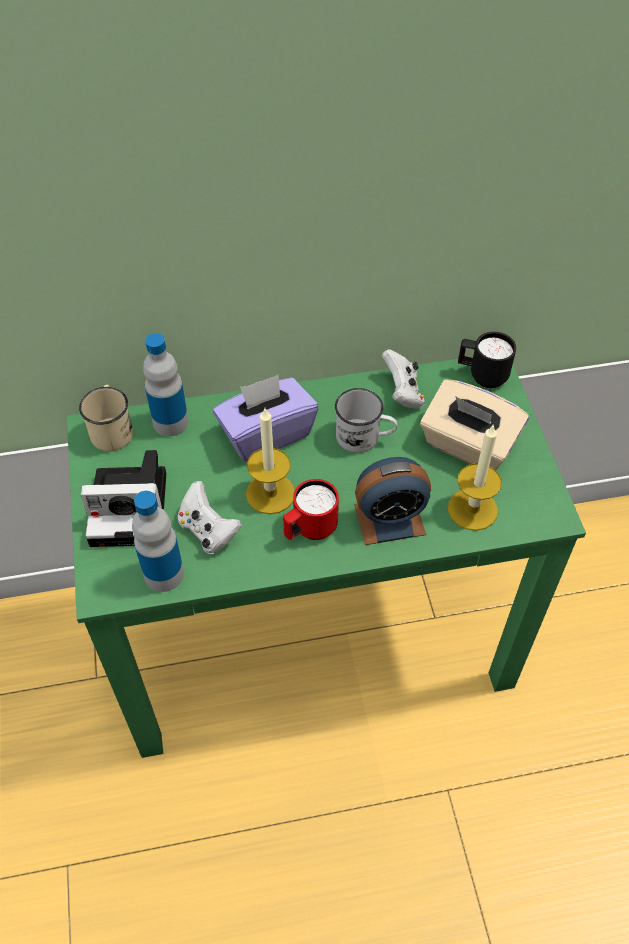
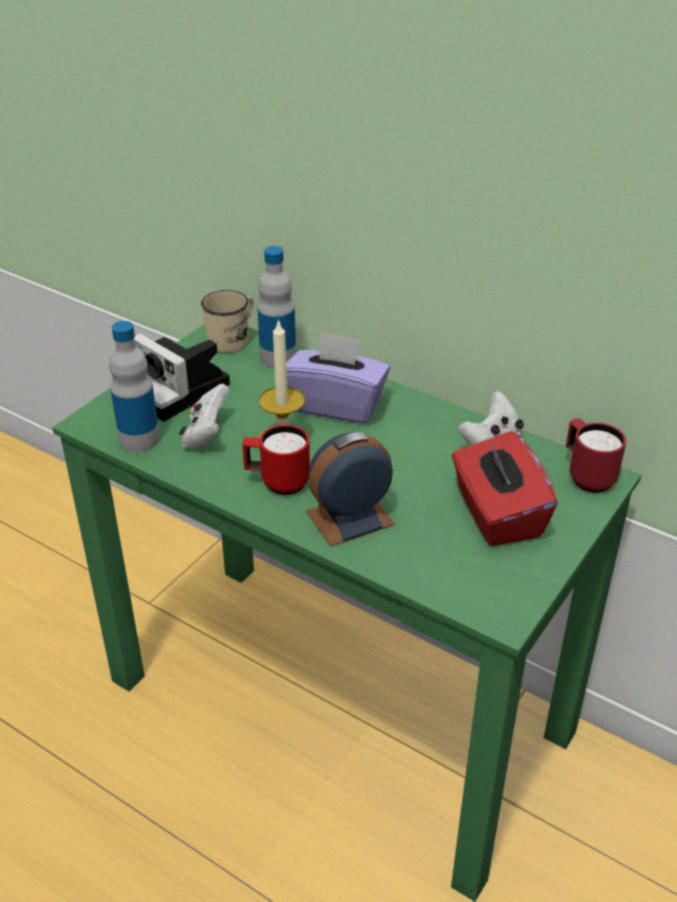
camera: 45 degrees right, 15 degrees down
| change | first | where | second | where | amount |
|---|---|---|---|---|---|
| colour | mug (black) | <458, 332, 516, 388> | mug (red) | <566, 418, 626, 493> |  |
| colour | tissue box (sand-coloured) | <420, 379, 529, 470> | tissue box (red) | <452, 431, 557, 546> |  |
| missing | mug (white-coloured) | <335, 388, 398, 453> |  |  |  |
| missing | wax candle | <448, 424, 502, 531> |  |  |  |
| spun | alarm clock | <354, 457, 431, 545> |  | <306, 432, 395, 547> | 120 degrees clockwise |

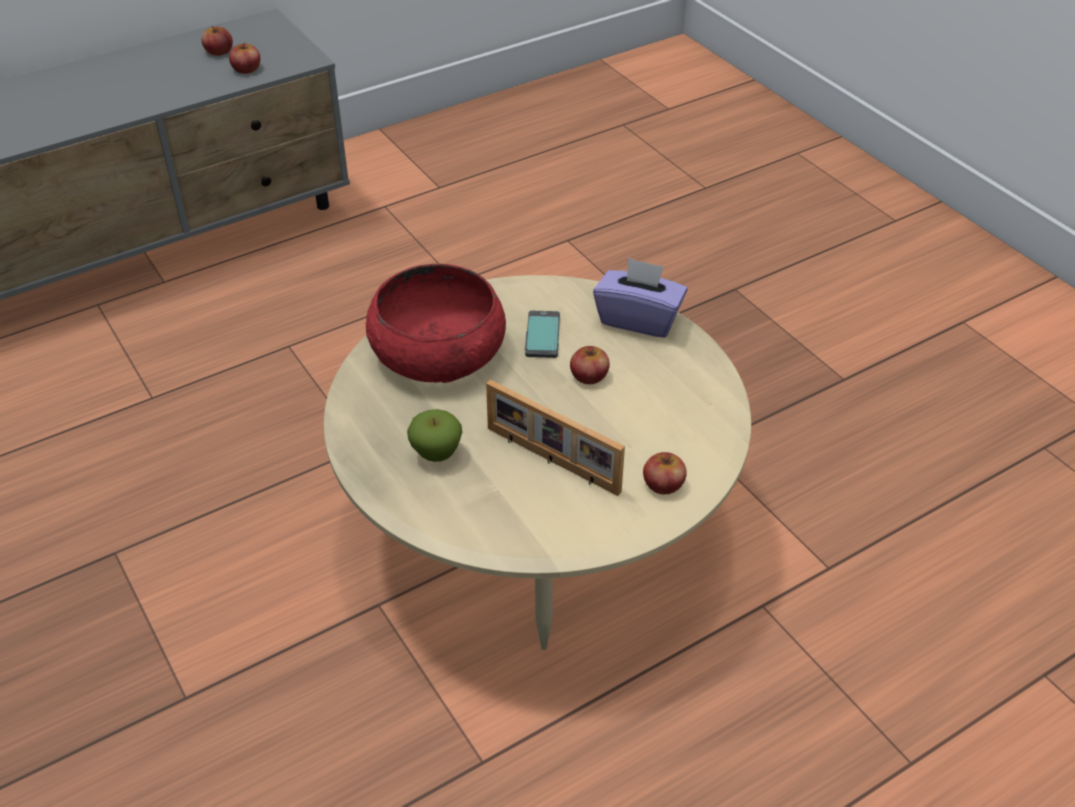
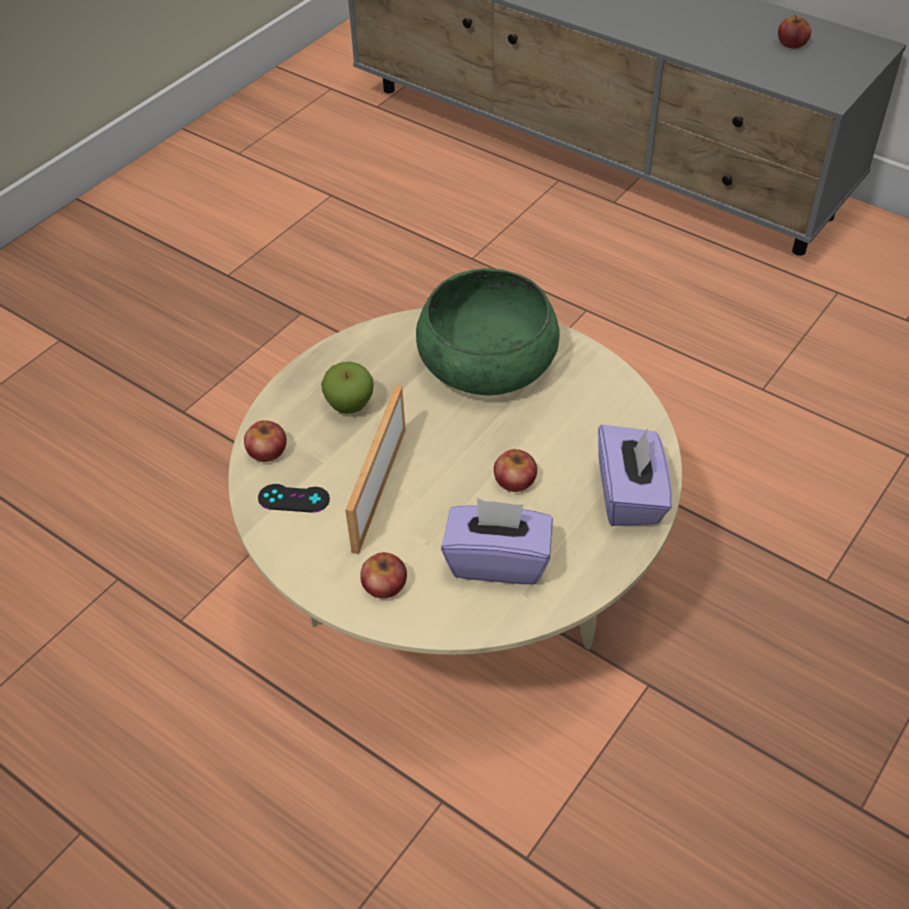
camera: 70 degrees right, 5 degrees up
| change | first | where | second | where | amount |
|---|---|---|---|---|---|
| relocated | whole apple | <229, 42, 260, 74> |  | <244, 420, 287, 462> |  |
| colour | bowl (red) | <366, 264, 506, 383> | bowl (green-coloured) | <416, 268, 560, 395> |  |
| missing | telephone | <525, 311, 560, 358> |  |  |  |
| appeared |  |  | joypad (black) | <258, 484, 330, 513> |  |
| appeared |  |  | tissue box (purple) | <441, 498, 553, 584> |  |

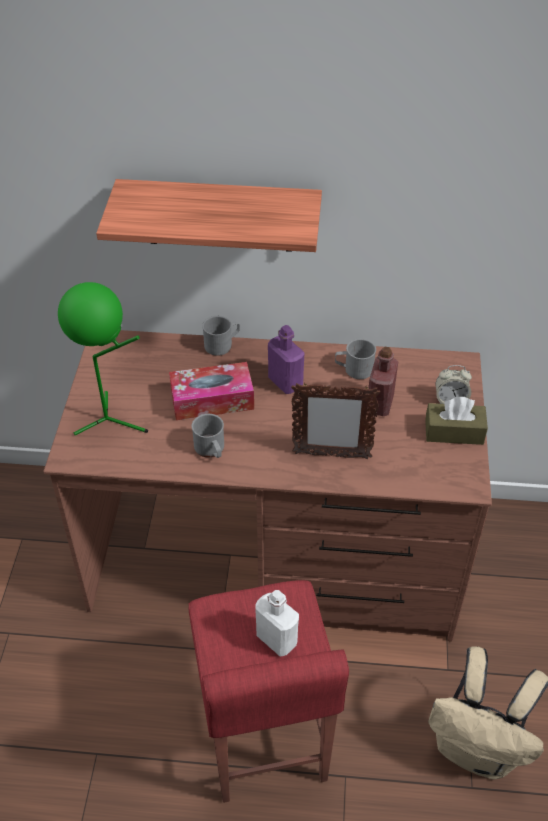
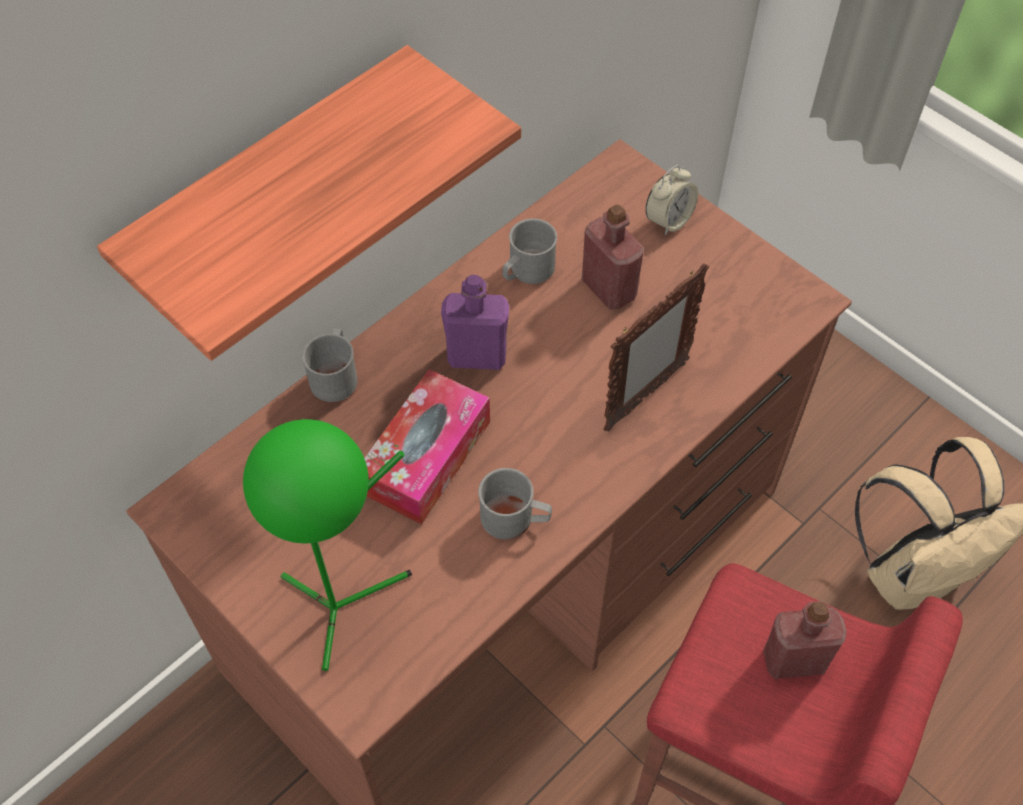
camera: 50 degrees left, 10 degrees up
| change | first | where | second | where | amount |
|---|---|---|---|---|---|
| missing | tissue box (brown) | <425, 397, 488, 445> |  |  |  |
| colour | drink bottle (white-coloured) | <255, 590, 299, 656> | drink bottle (red) | <763, 601, 847, 679> |  |

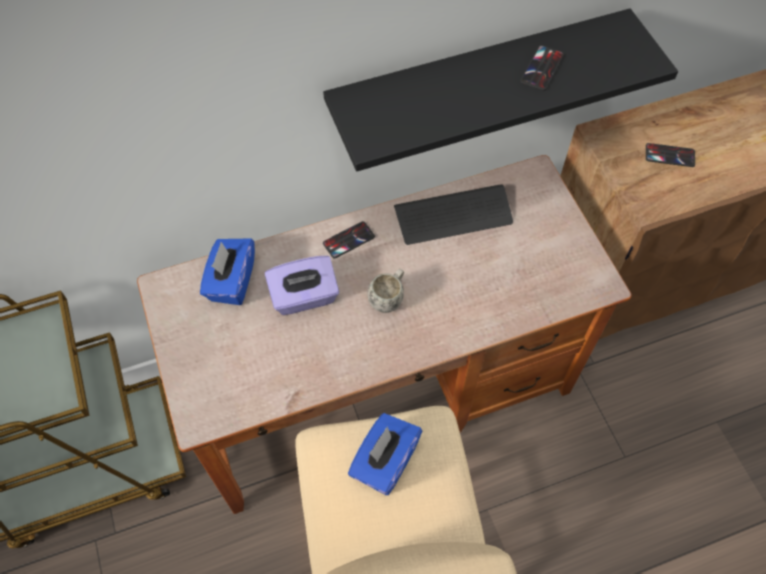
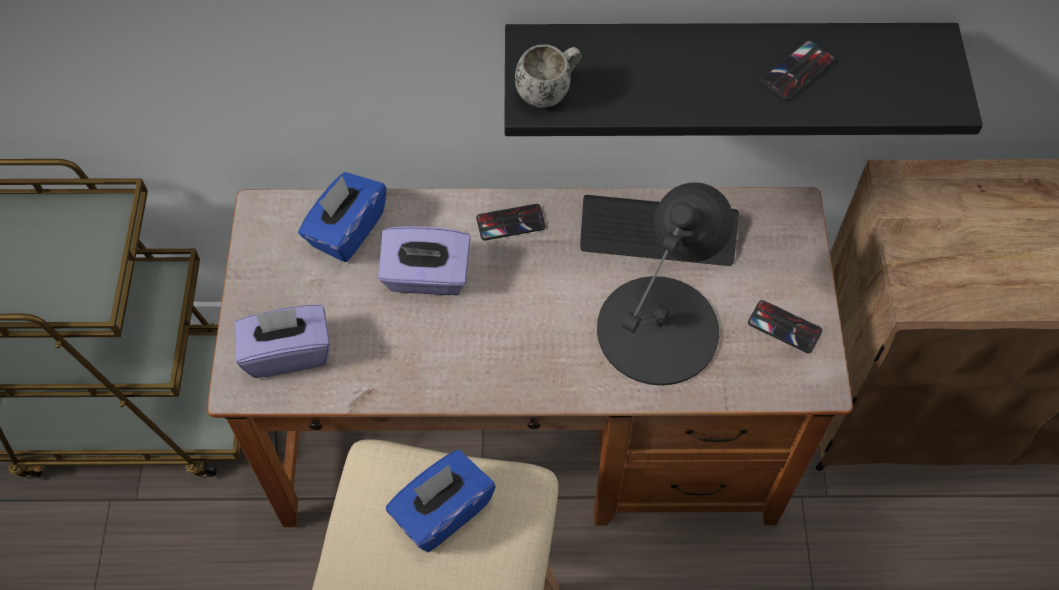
camera: 20 degrees right, 0 degrees up
| change | first | where | second | where | amount |
|---|---|---|---|---|---|
| relocated | telephone | <646, 143, 695, 167> |  | <748, 300, 822, 353> |  |
| relocated | mug (white-coloured) | <367, 269, 404, 313> |  | <515, 44, 582, 108> |  |
| appeared |  |  | lamp for a table (black) | <597, 182, 734, 385> |  |
| appeared |  |  | tissue box (purple) | <235, 305, 330, 378> |  |

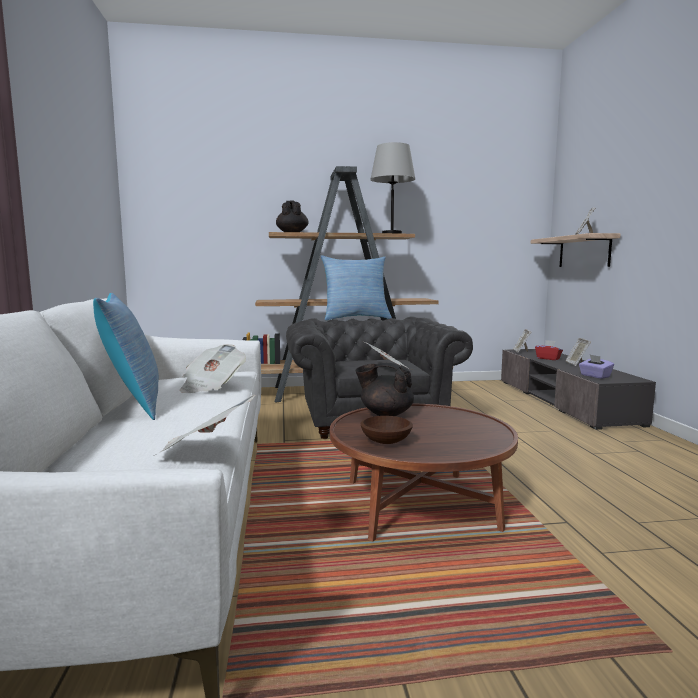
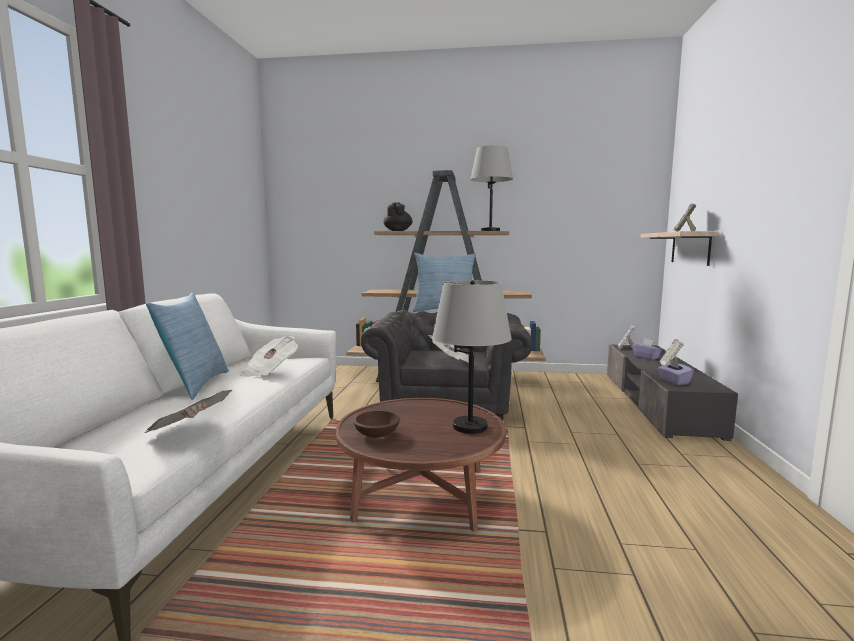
camera: 15 degrees right, 0 degrees up
| change | first | where | second | where | amount |
|---|---|---|---|---|---|
| colour | tissue box (red) | <535, 340, 563, 360> | tissue box (purple) | <632, 338, 662, 360> |  |
| missing | tea pot (black) | <355, 363, 414, 416> |  |  |  |
| appeared |  |  | lamp for a table (grey) | <432, 280, 512, 434> |  |

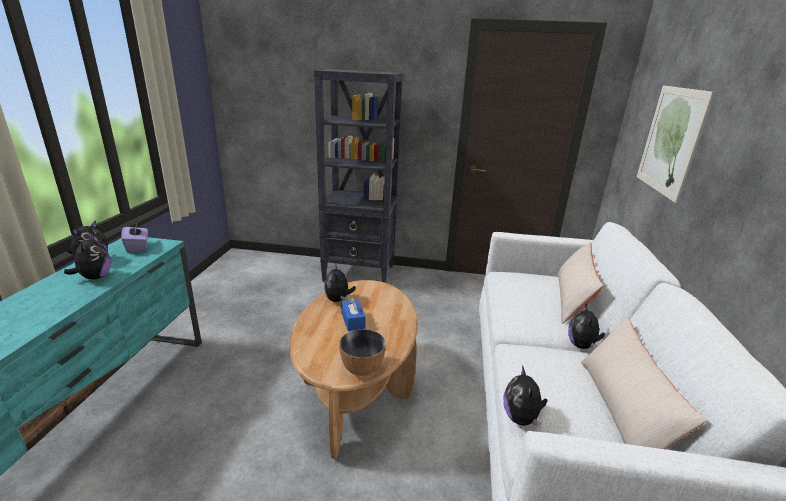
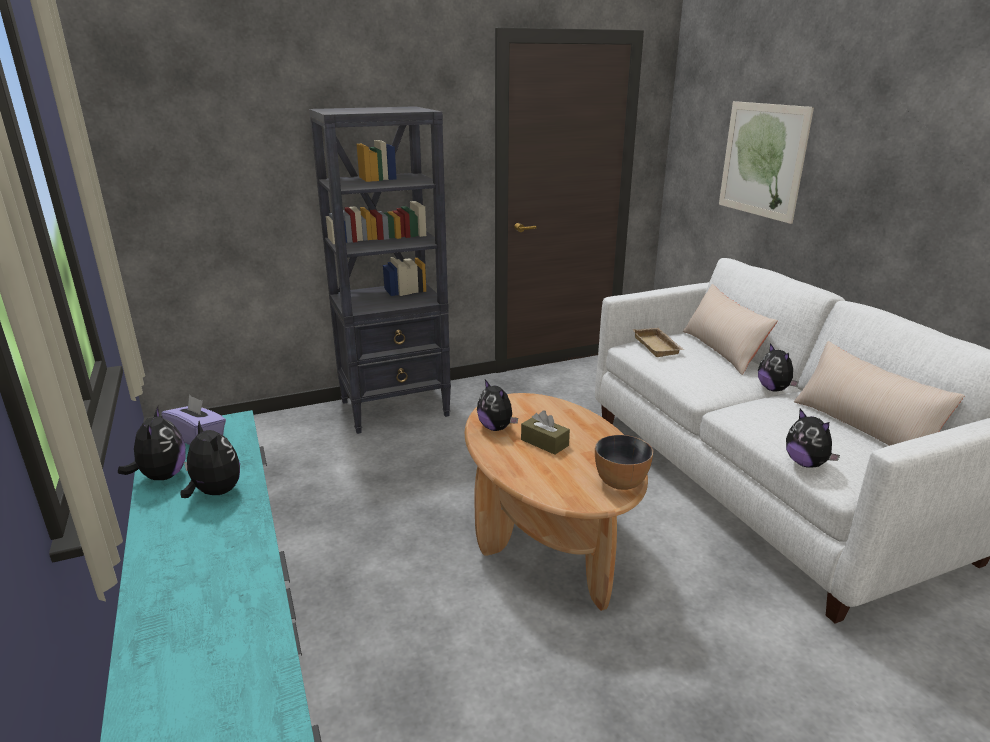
camera: 30 degrees left, 0 degrees up
| change | first | where | second | where | amount |
|---|---|---|---|---|---|
| colour | tissue box (blue-coloured) | <341, 296, 366, 331> | tissue box (brown) | <521, 410, 570, 455> |  |
| appeared |  |  | tray (sand-coloured) | <632, 328, 684, 357> |  |

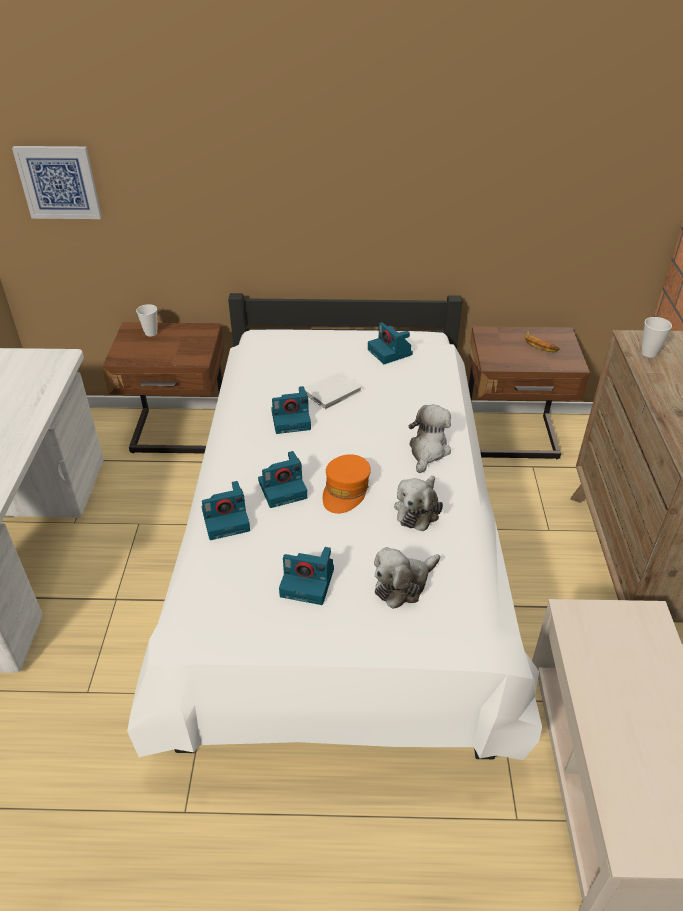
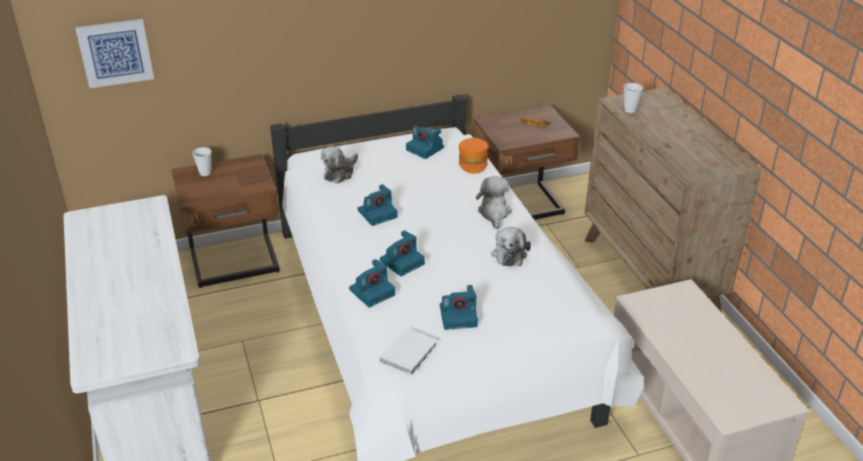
camera: 20 degrees left, 5 degrees down
| change | first | where | second | where | amount |
|---|---|---|---|---|---|
| relocated | volume (white-coloured) | <304, 371, 362, 409> |  | <379, 328, 437, 375> |  |
| relocated | cap (orangey) | <323, 454, 371, 514> |  | <459, 138, 489, 174> |  |
| relocated | soft toy | <374, 547, 440, 609> |  | <321, 146, 358, 184> |  |

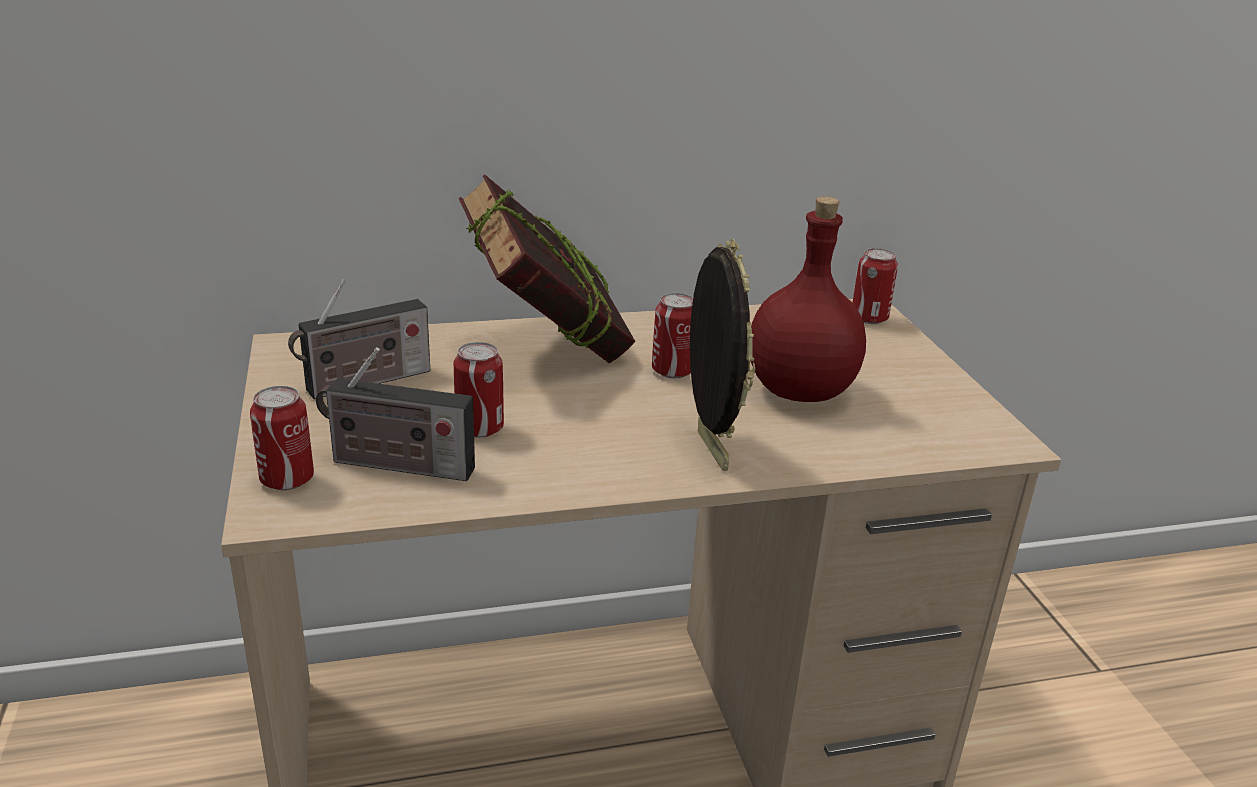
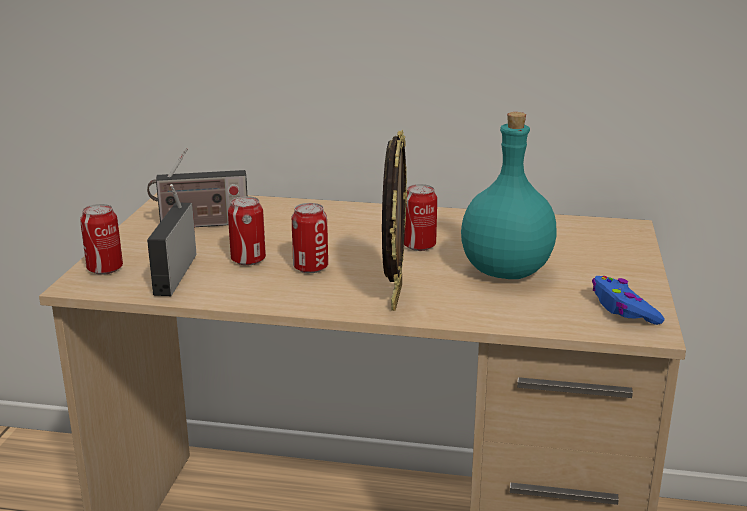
camera: 25 degrees right, 5 degrees down
| change | first | where | second | where | amount |
|---|---|---|---|---|---|
| missing | volume | <459, 174, 636, 364> |  |  |  |
| colour | drink bottle (red) | <751, 196, 866, 402> | drink bottle (turquoise) | <461, 112, 557, 279> |  |
| relocated | sealed can | <852, 248, 898, 324> |  | <292, 203, 328, 273> |  |
| spun | radio | <316, 347, 475, 481> |  | <147, 184, 197, 296> | 60 degrees clockwise |
| appeared |  |  | joypad (blue-coloured) | <592, 276, 665, 325> |  |

